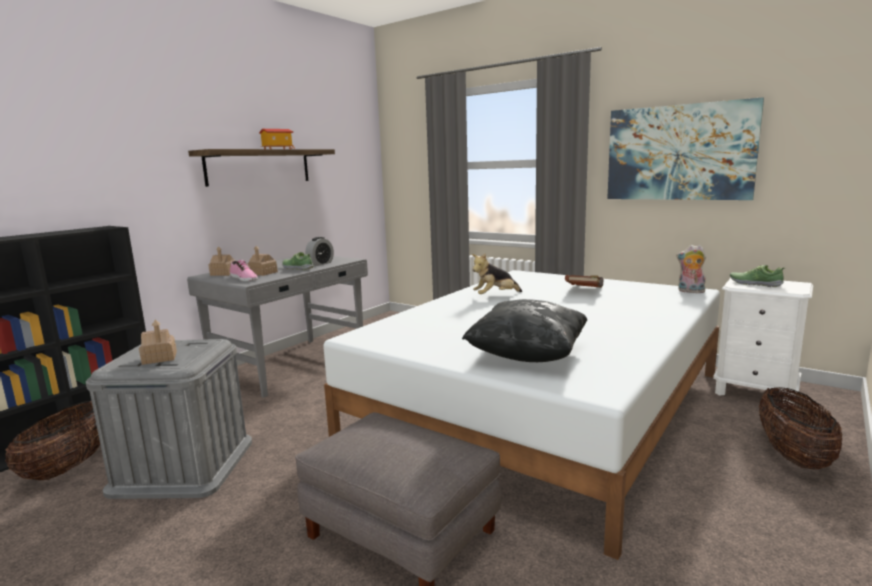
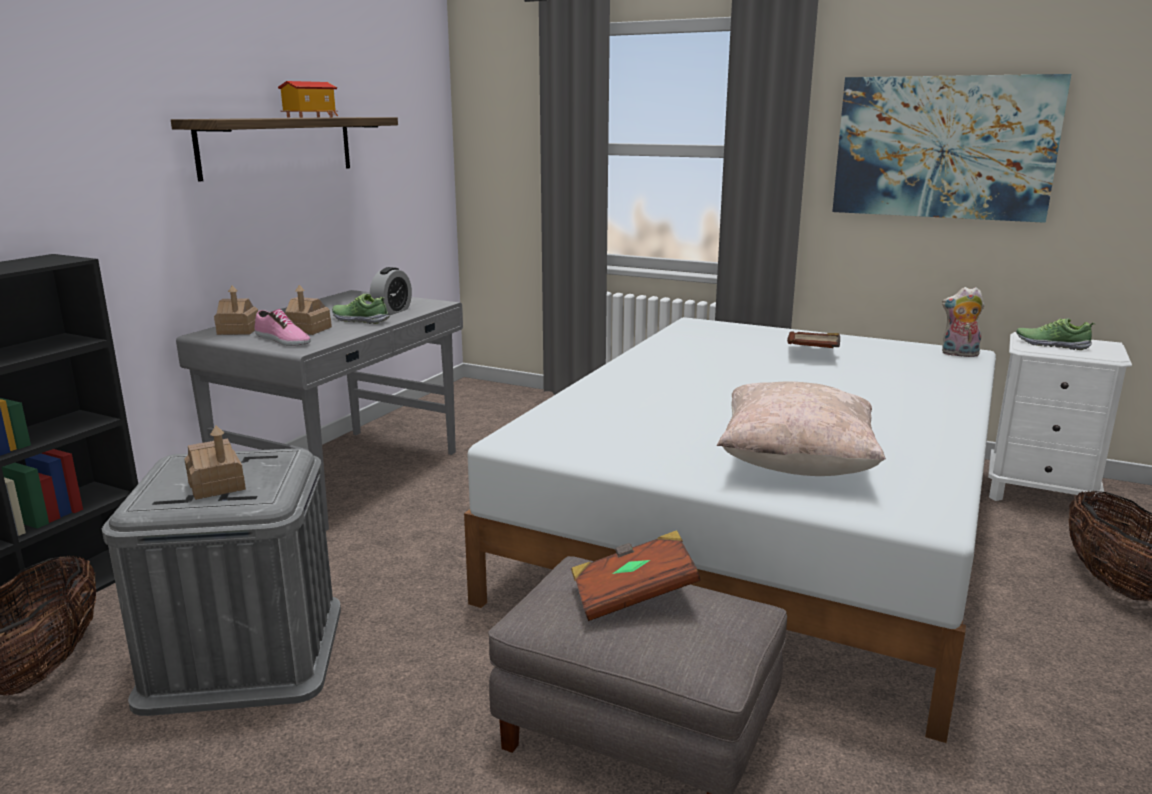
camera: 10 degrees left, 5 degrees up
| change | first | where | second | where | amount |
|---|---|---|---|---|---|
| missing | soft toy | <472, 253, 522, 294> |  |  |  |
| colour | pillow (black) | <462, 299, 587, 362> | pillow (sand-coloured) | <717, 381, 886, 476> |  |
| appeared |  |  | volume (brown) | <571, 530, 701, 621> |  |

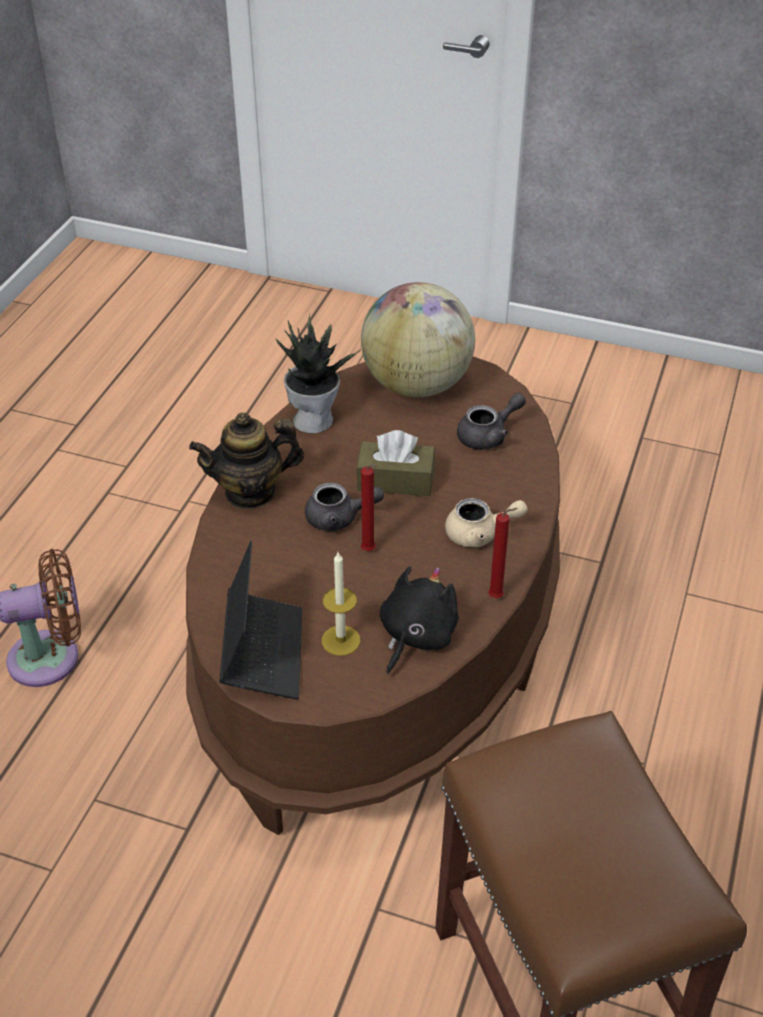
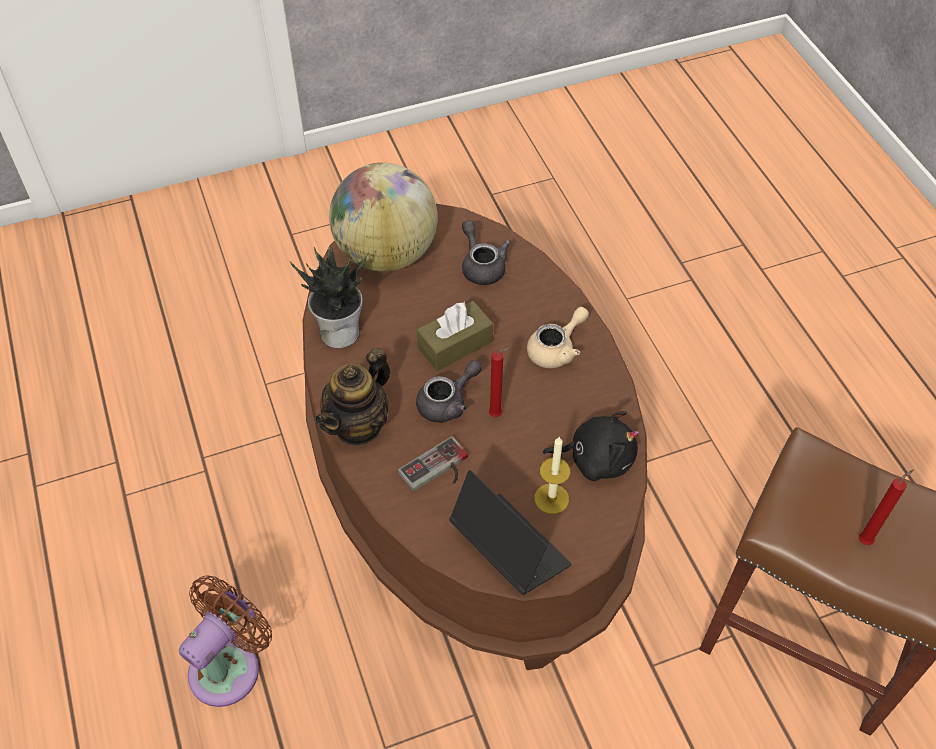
camera: 40 degrees left, 10 degrees up
| change | first | where | second | where | amount |
|---|---|---|---|---|---|
| spun | tea pot (grey) | <457, 393, 526, 450> |  | <462, 220, 511, 285> | 45 degrees counterclockwise |
| relocated | wax candle (red) | <488, 508, 518, 598> |  | <859, 470, 914, 545> |  |
| spun | soft toy (black) | <380, 566, 459, 675> |  | <542, 411, 639, 481> | 105 degrees clockwise |
| appeared |  |  | joypad | <398, 436, 468, 492> |  |

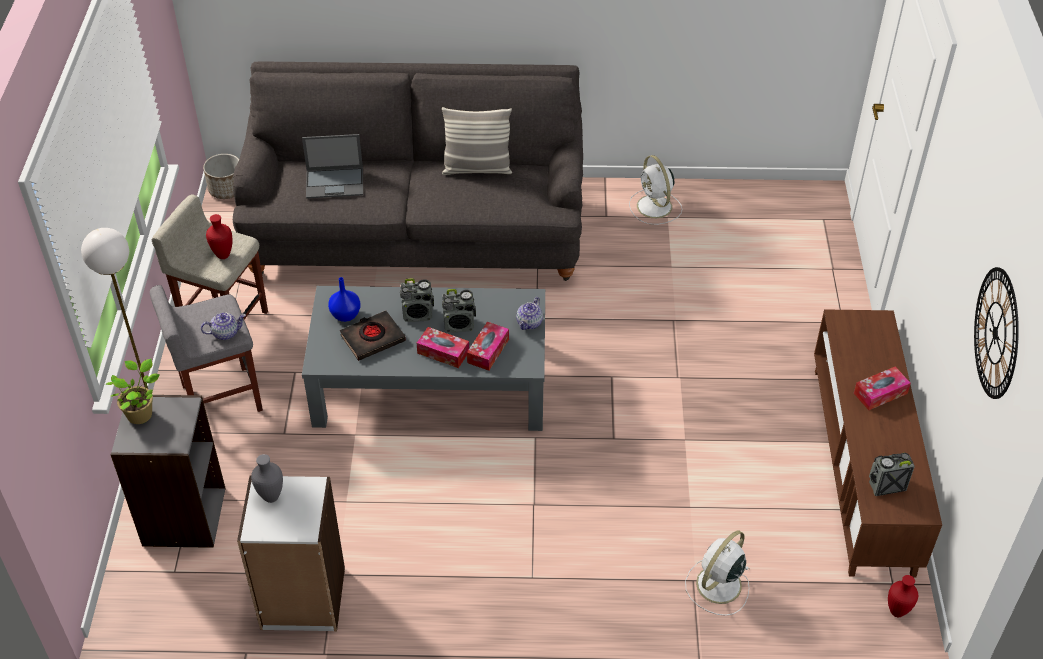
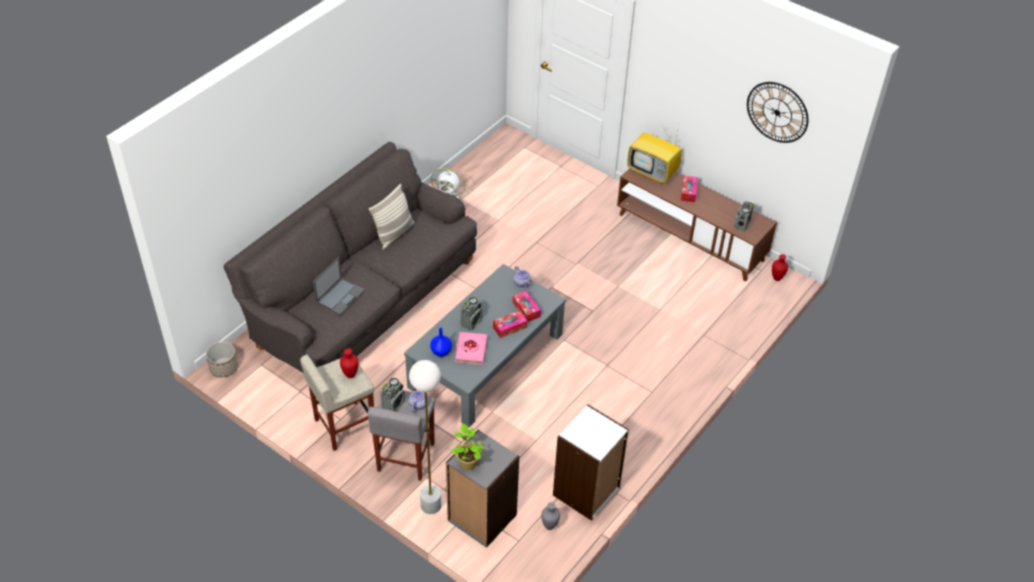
camera: 55 degrees left, 0 degrees up
| change | first | where | second | where | amount |
|---|---|---|---|---|---|
| relocated | radio | <442, 289, 476, 333> |  | <380, 378, 405, 411> |  |
| colour | volume (black) | <340, 310, 406, 361> | volume (pinkish) | <455, 332, 487, 364> |  |
| relocated | decorative vase (grey) | <251, 454, 283, 503> |  | <541, 502, 560, 530> |  |
| missing | electric fan (white-coloured) | <685, 530, 749, 616> |  |  |  |
| appeared |  |  | TV | <627, 127, 682, 184> |  |

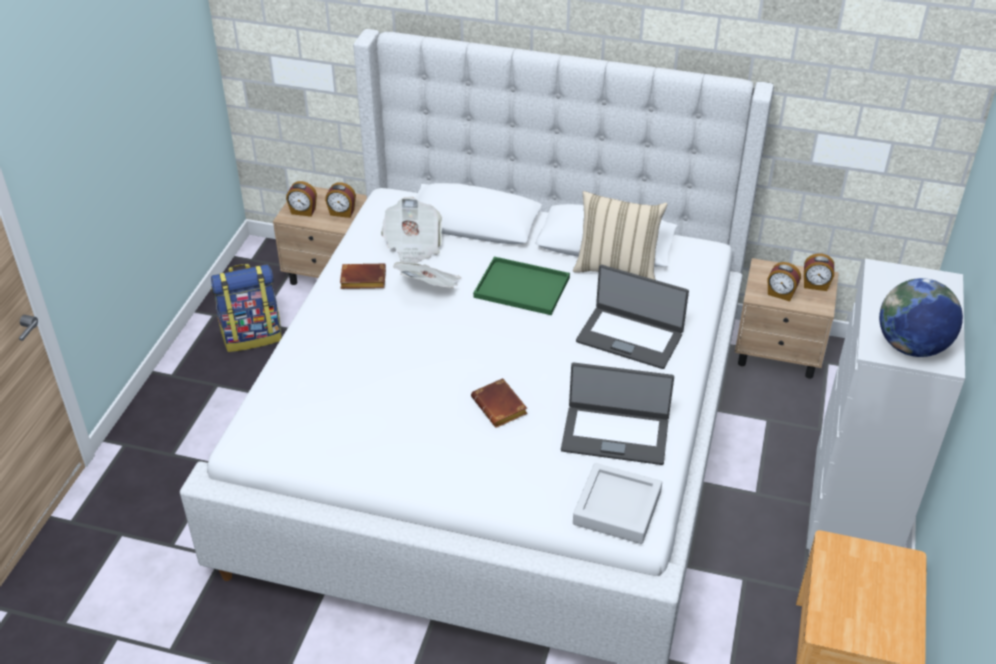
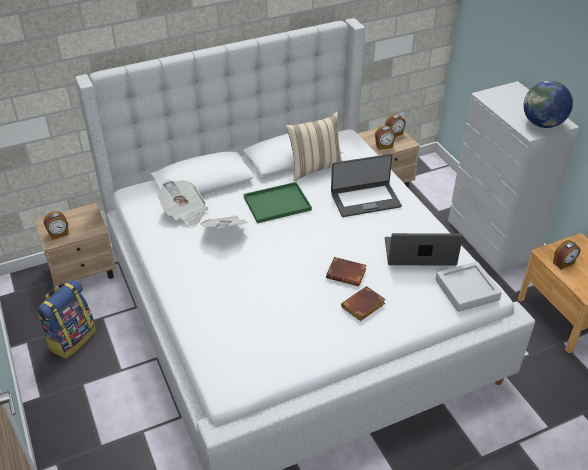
camera: 40 degrees left, 0 degrees up
| change | first | where | second | where | amount |
|---|---|---|---|---|---|
| relocated | alarm clock | <325, 182, 356, 218> |  | <553, 240, 581, 270> |  |
| relocated | volume (brown) | <340, 264, 386, 289> |  | <341, 286, 386, 321> |  |
| spun | portable computer | <561, 363, 674, 465> |  | <385, 233, 463, 266> | 150 degrees counterclockwise |

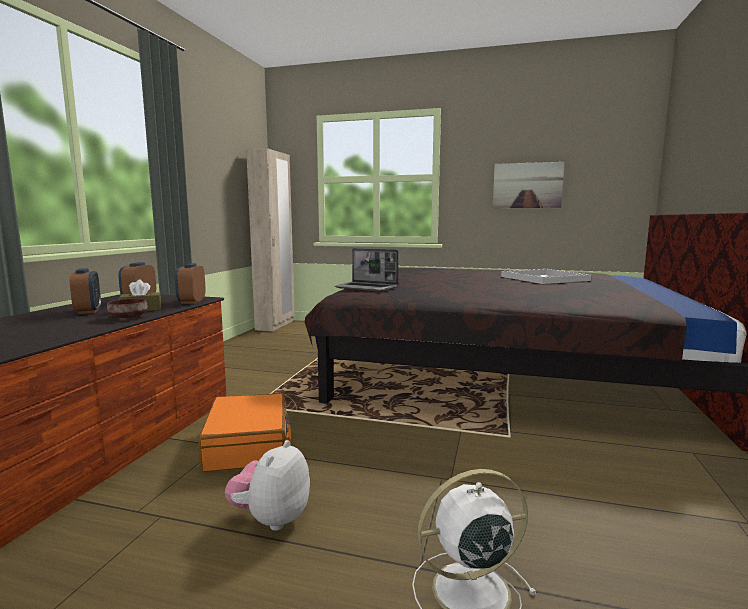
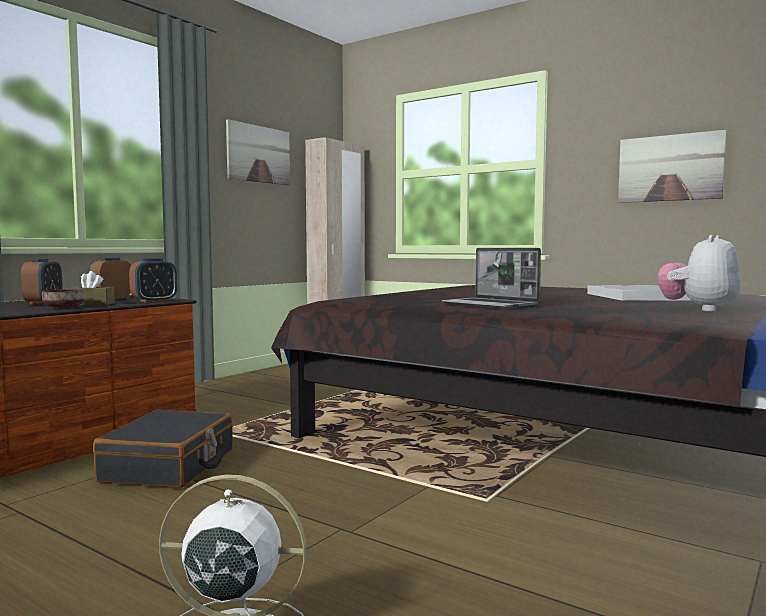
camera: 20 degrees right, 5 degrees down
| change | first | where | second | where | amount |
|---|---|---|---|---|---|
| relocated | portable computer | <335, 248, 399, 292> |  | <442, 248, 541, 309> |  |
| spun | alarm clock | <175, 263, 206, 304> |  | <129, 258, 177, 302> | 150 degrees counterclockwise |
| colour | travel case (orangey) | <198, 393, 291, 472> | travel case (black) | <93, 410, 233, 488> |  |
| relocated | soft toy | <225, 440, 310, 531> |  | <658, 235, 741, 312> |  |
| appeared |  |  | picture | <226, 119, 290, 185> |  |

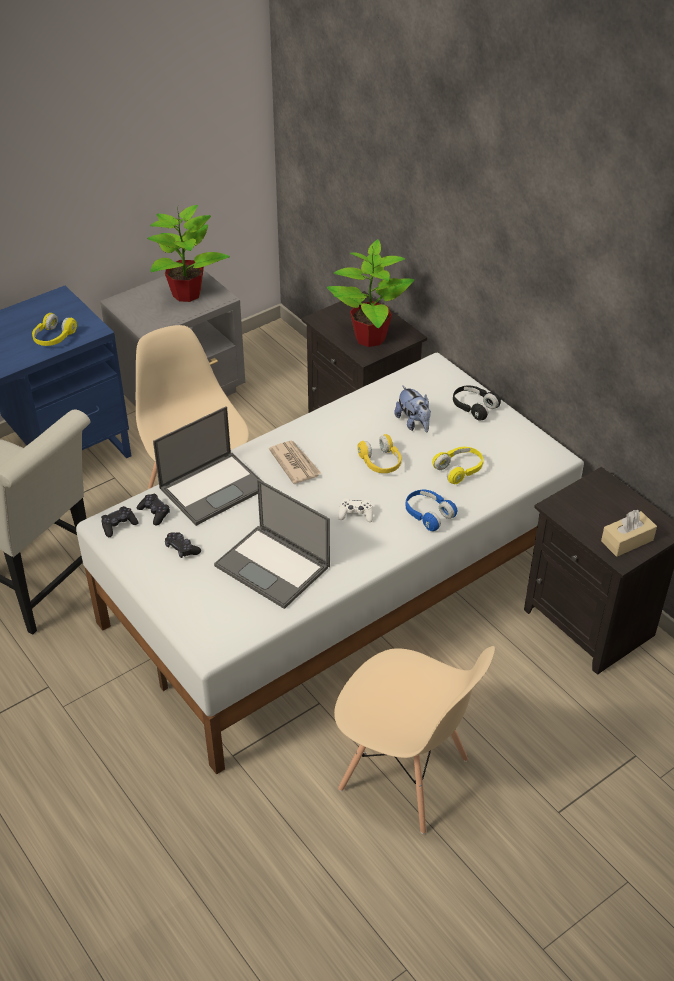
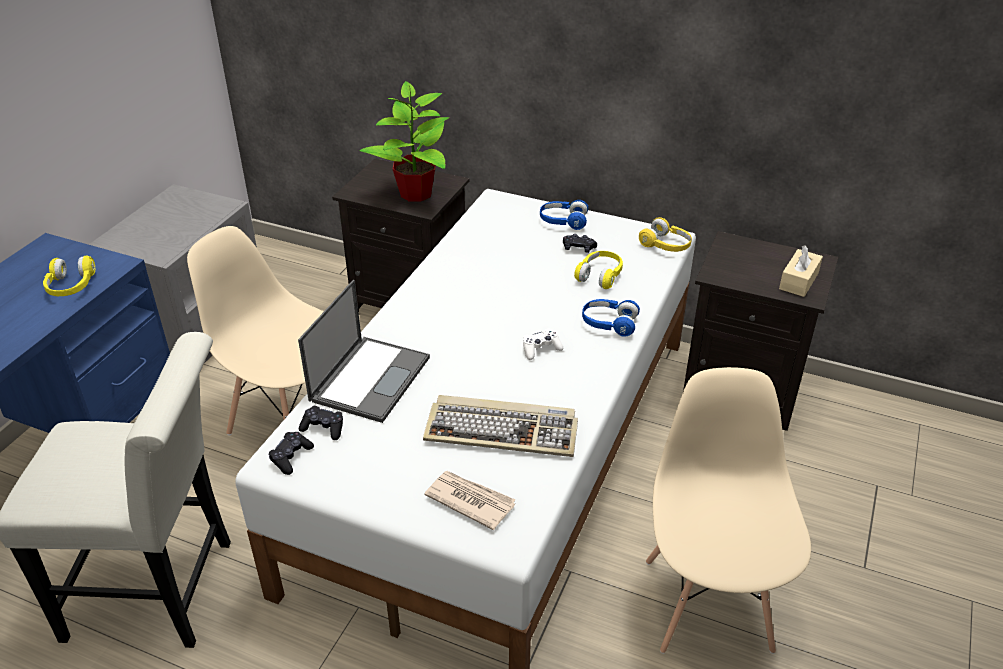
camera: 30 degrees left, 5 degrees down
| change | first | where | second | where | amount |
|---|---|---|---|---|---|
| missing | potted plant | <147, 205, 230, 302> |  |  |  |
| missing | soft toy | <394, 385, 431, 432> |  |  |  |
| colour | pair of headphones (black) | <453, 385, 501, 421> | pair of headphones (blue-coloured) | <540, 200, 588, 230> |  |
| relocated | pair of headphones (yellow) | <357, 434, 401, 473> |  | <639, 217, 692, 252> |  |
| relocated | daily paper | <269, 441, 321, 484> |  | <424, 471, 515, 530> |  |
| exchanged | portable computer | <214, 479, 330, 609> | keyboard | <423, 395, 578, 457> |  |
| relocated | joypad (black) | <165, 532, 201, 558> |  | <563, 234, 597, 253> |  |
| spun | chair (sand-coloured) | <334, 646, 495, 834> |  | <646, 367, 811, 654> | 90 degrees counterclockwise |

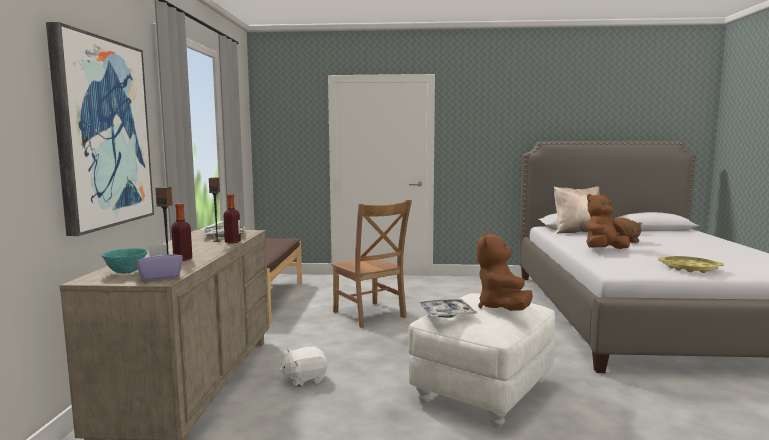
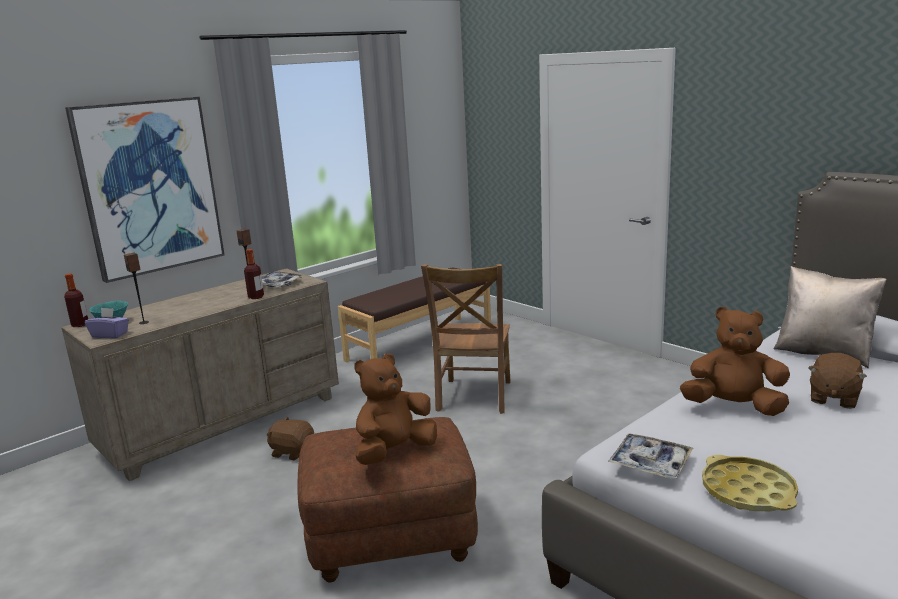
camera: 45 degrees right, 10 degrees up
| change | first | where | second | where | amount |
|---|---|---|---|---|---|
| relocated | drink bottle | <171, 203, 192, 261> |  | <64, 273, 88, 327> |  |
| colour | pouffe (white-coloured) | <408, 293, 555, 428> | pouffe (brown) | <297, 417, 478, 582> |  |
| relocated | tray | <418, 299, 477, 318> |  | <608, 434, 693, 479> |  |
| colour | soft toy (white-coloured) | <279, 347, 327, 387> | soft toy (brown) | <267, 417, 314, 460> |  |

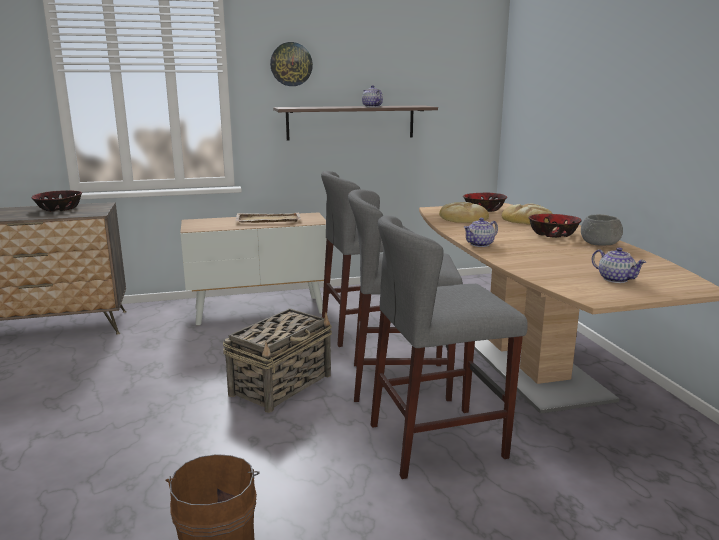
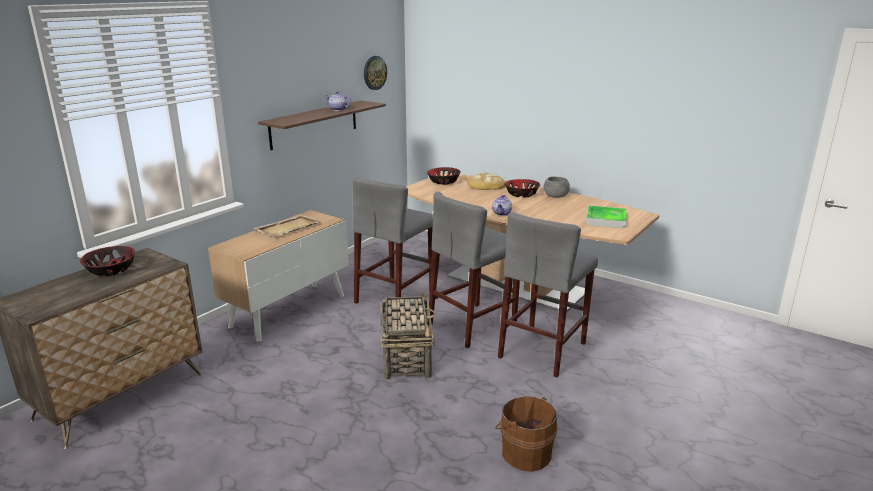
camera: 40 degrees left, 5 degrees up
| change | first | where | second | where | amount |
|---|---|---|---|---|---|
| relocated | wall clock | <270, 42, 313, 86> |  | <364, 56, 387, 90> |  |
| missing | bakery bread | <439, 202, 489, 223> |  |  |  |
| exchanged | tea pot | <592, 247, 646, 283> | tray | <586, 206, 626, 228> |  |

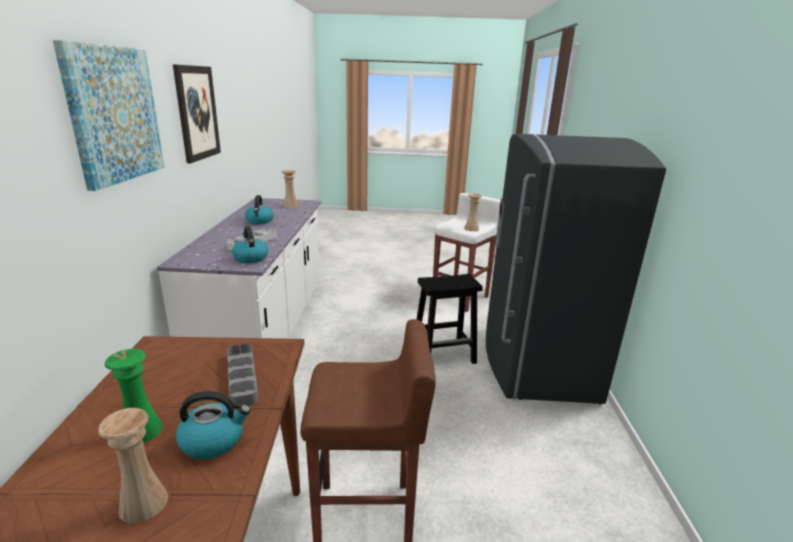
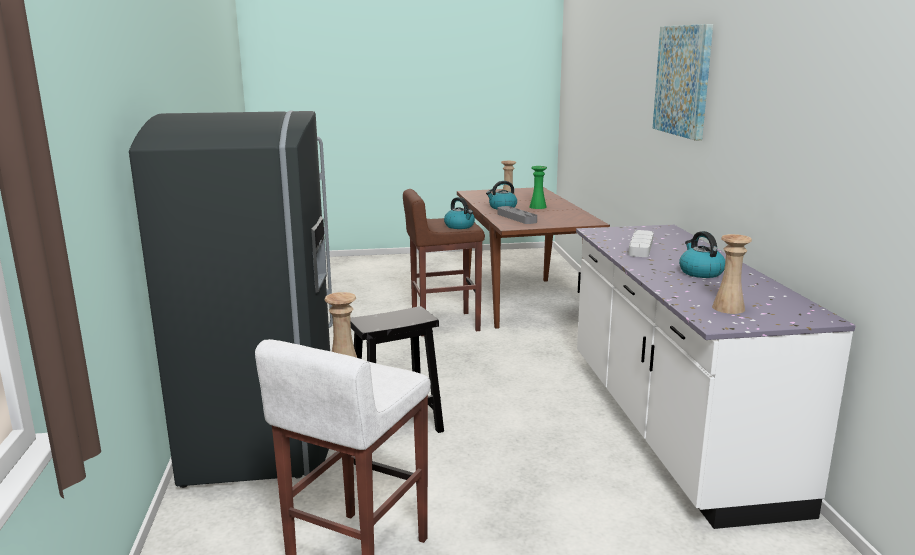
camera: 170 degrees right, 5 degrees down
| change | first | where | second | where | amount |
|---|---|---|---|---|---|
| missing | picture | <173, 64, 221, 163> |  |  |  |
| relocated | kettle | <232, 226, 268, 263> |  | <444, 197, 475, 229> |  |

